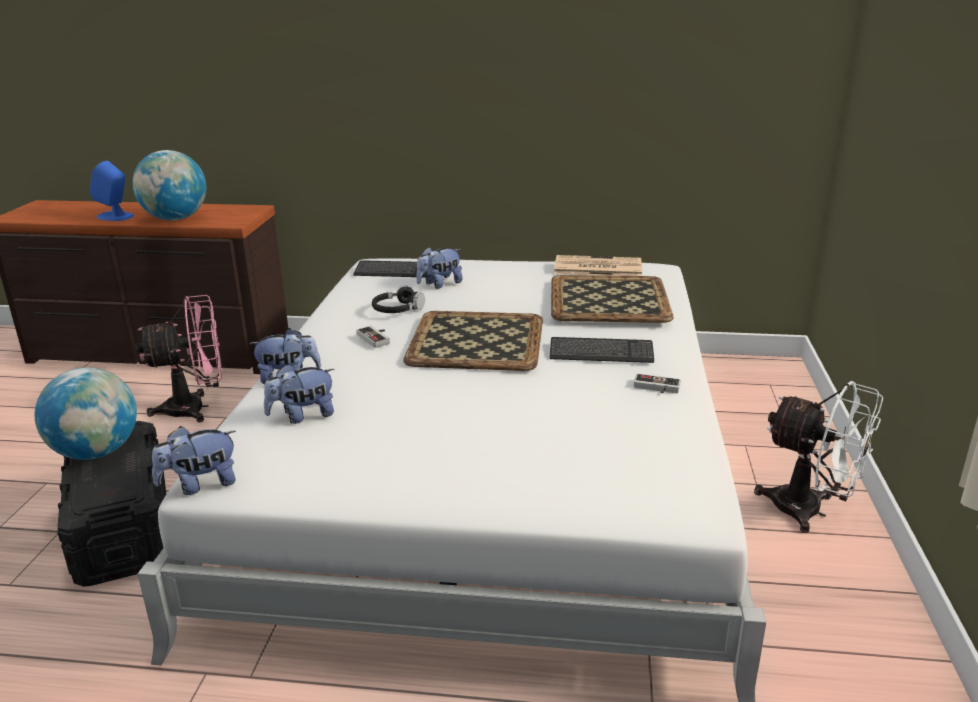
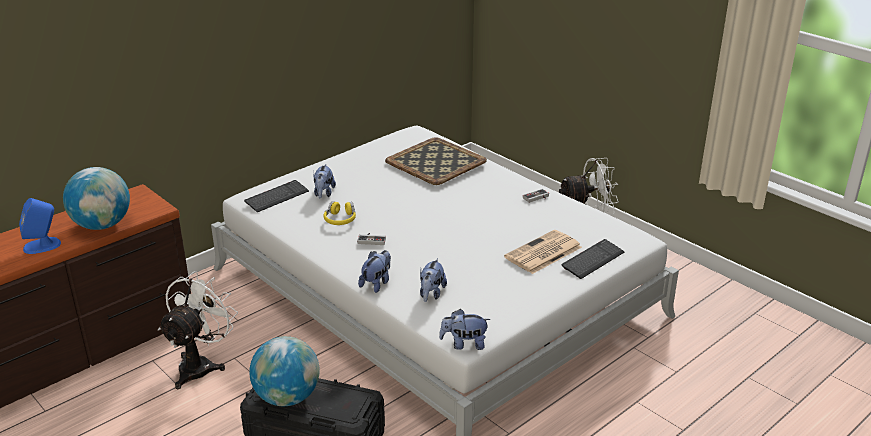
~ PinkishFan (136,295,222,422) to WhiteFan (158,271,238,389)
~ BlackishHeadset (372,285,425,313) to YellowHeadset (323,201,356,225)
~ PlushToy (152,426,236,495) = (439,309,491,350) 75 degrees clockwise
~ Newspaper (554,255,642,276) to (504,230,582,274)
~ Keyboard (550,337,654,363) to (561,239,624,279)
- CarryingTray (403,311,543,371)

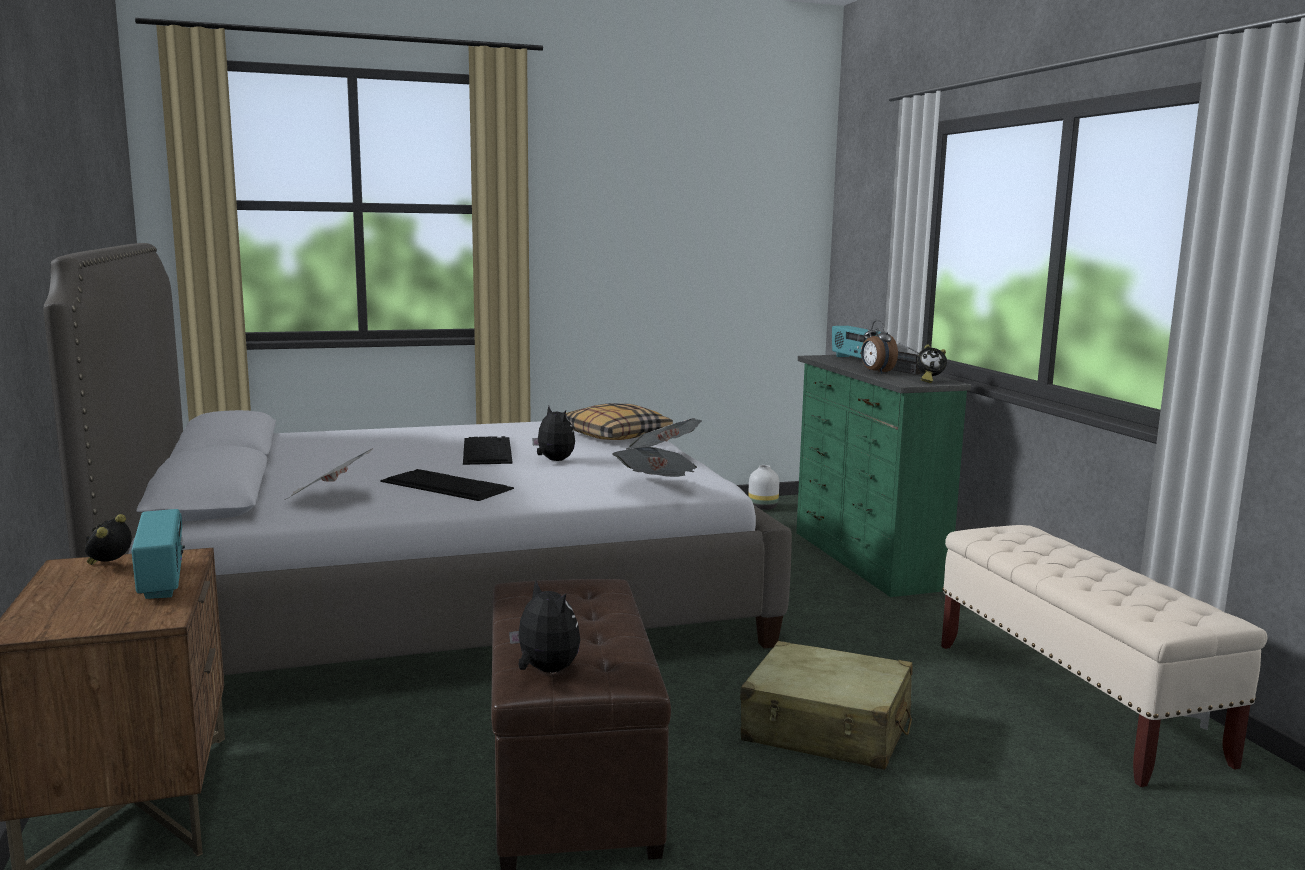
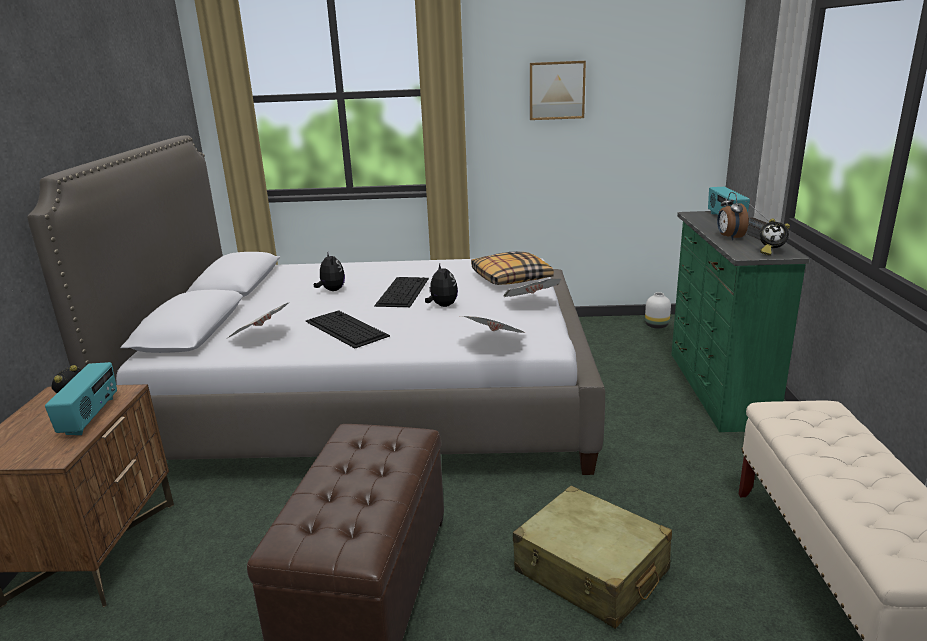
~ PlushToy (509,580,580,673) to (314,253,345,291)
+ Picture (530,61,586,120)

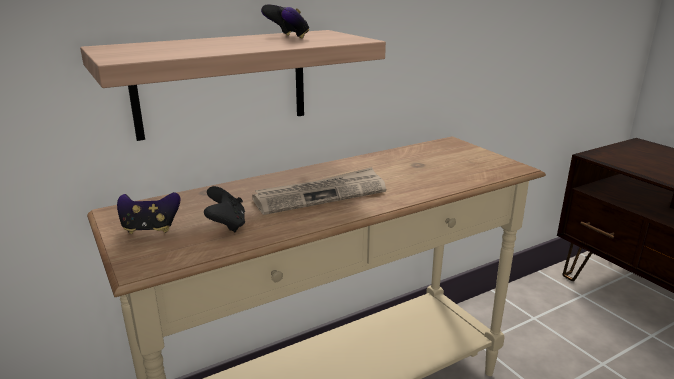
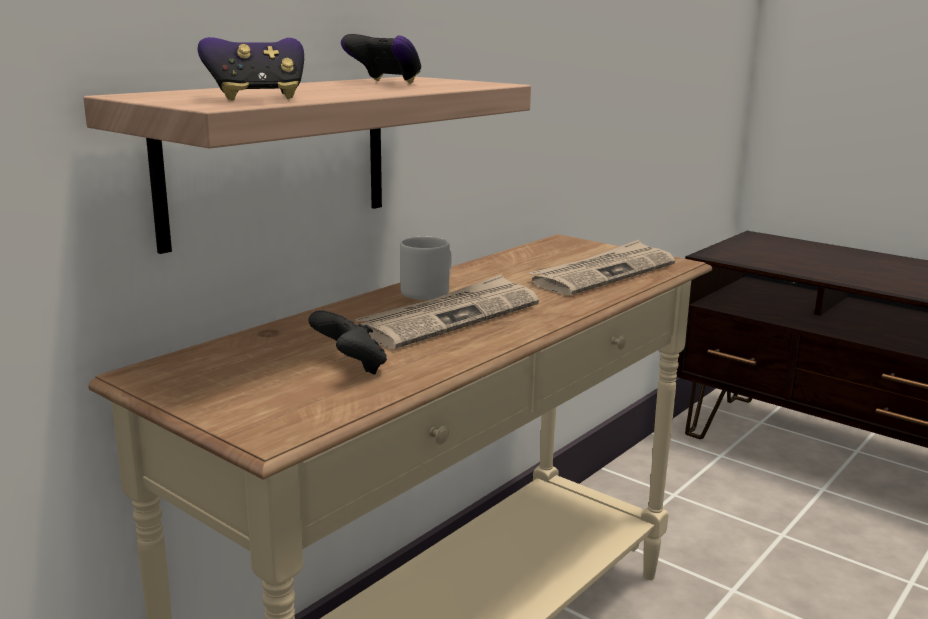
~ Gamepad (117,192,180,234) to (198,37,304,101)
+ GrayCoffeeMug (400,237,452,300)
+ Newspaper (529,240,675,296)

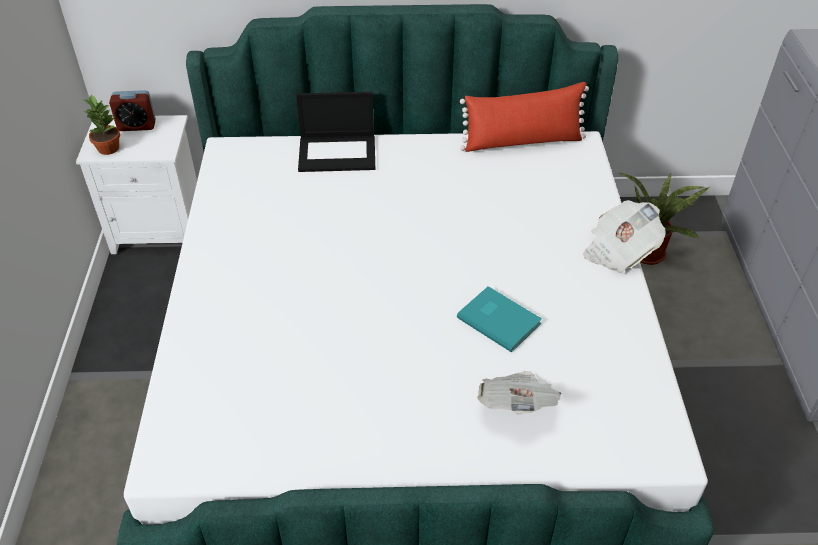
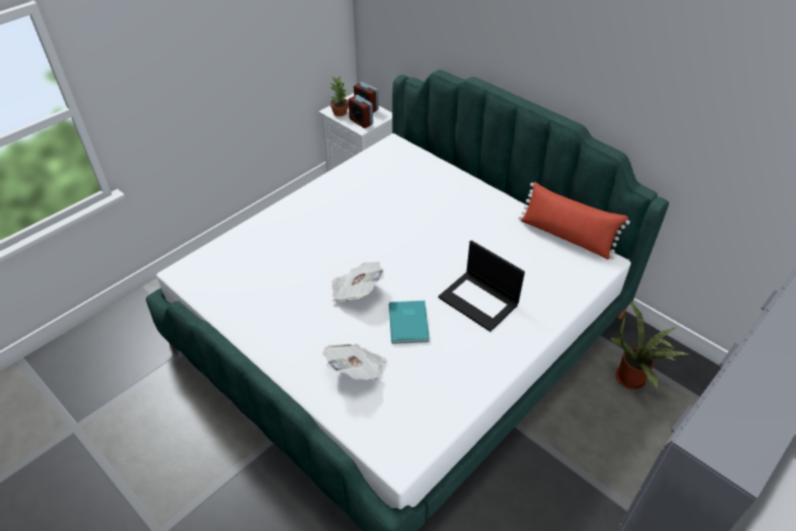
~ Newspaper (583,200,666,273) to (332,262,384,302)
+ AlarmClock (348,95,373,128)
~ Laptop (296,92,375,172) to (438,240,525,332)

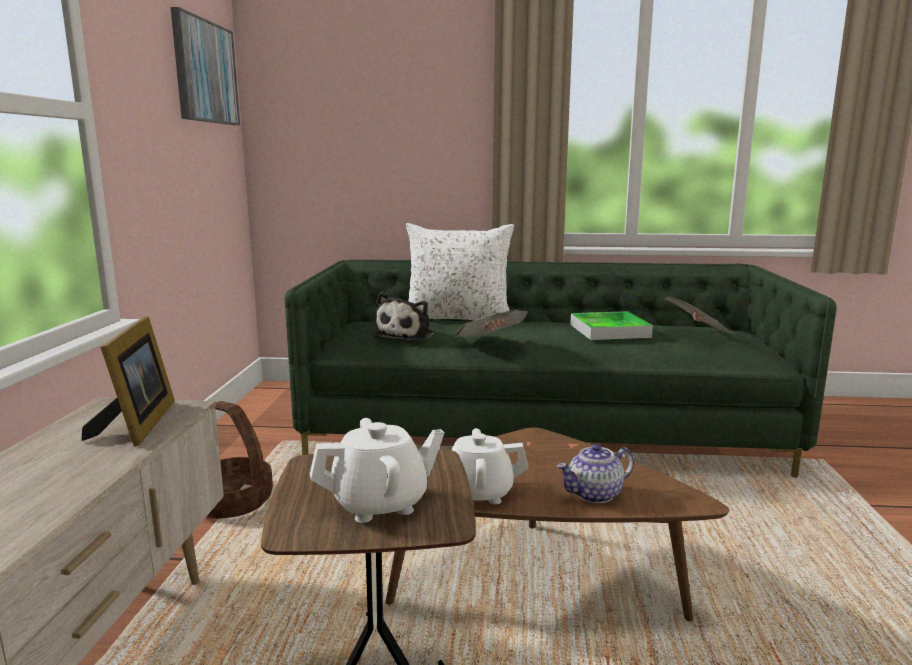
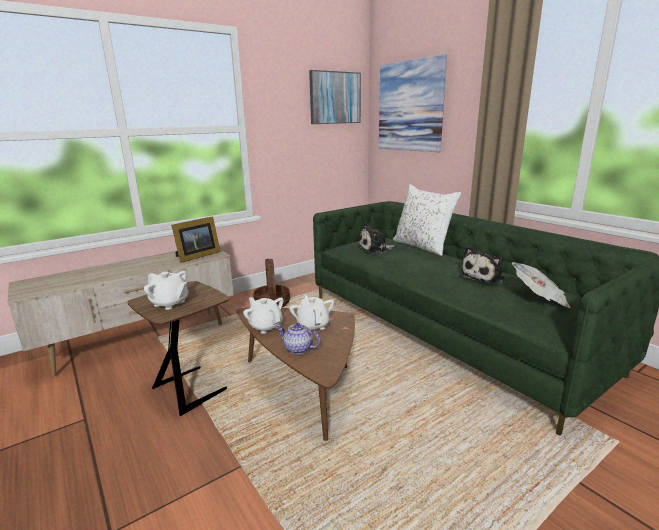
+ WhiteTeapot (289,294,334,330)
+ Picture (379,54,447,152)
~ CarryingTray (570,311,653,340) to PlushToy (459,246,505,284)
- Newspaper (454,309,528,337)

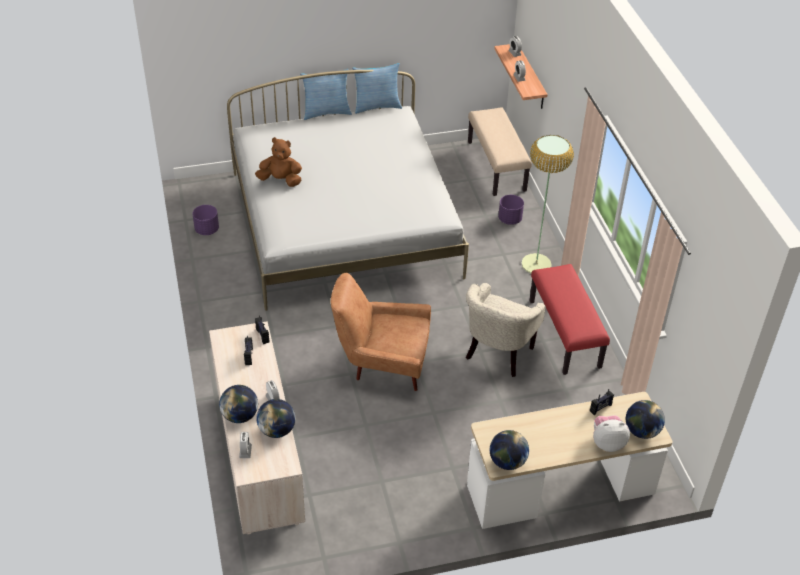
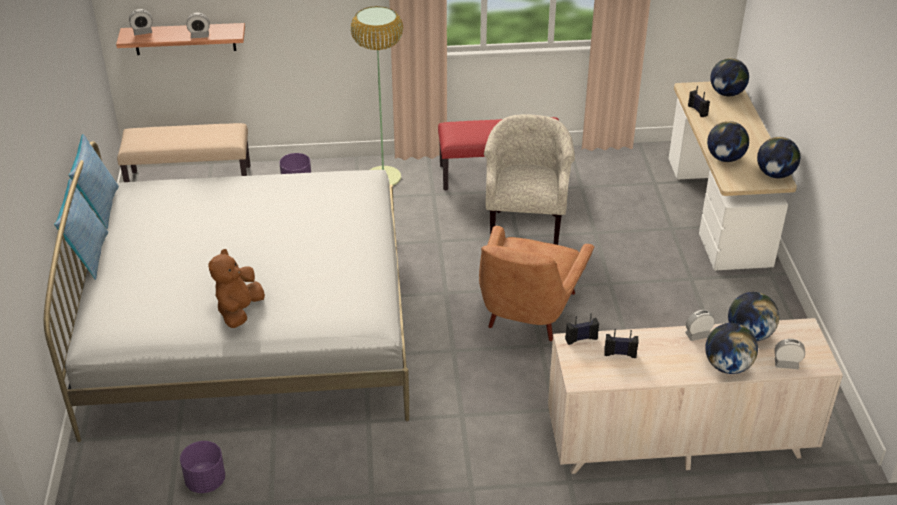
~ SandColouredEasyChair (466,283,546,377) = (484,114,575,245) 120 degrees counterclockwise
+ DeskGlobe (707,121,749,162)
- PlushToy (593,415,630,452)

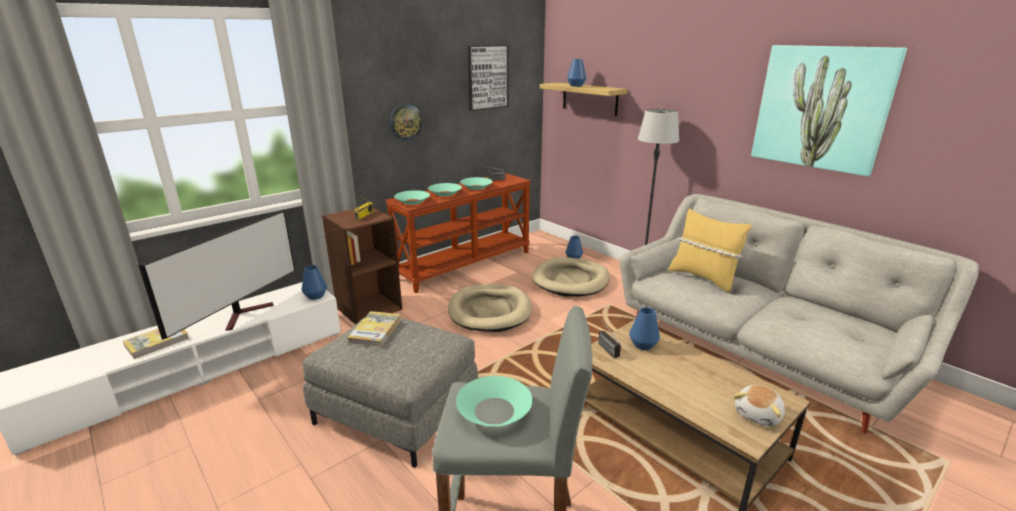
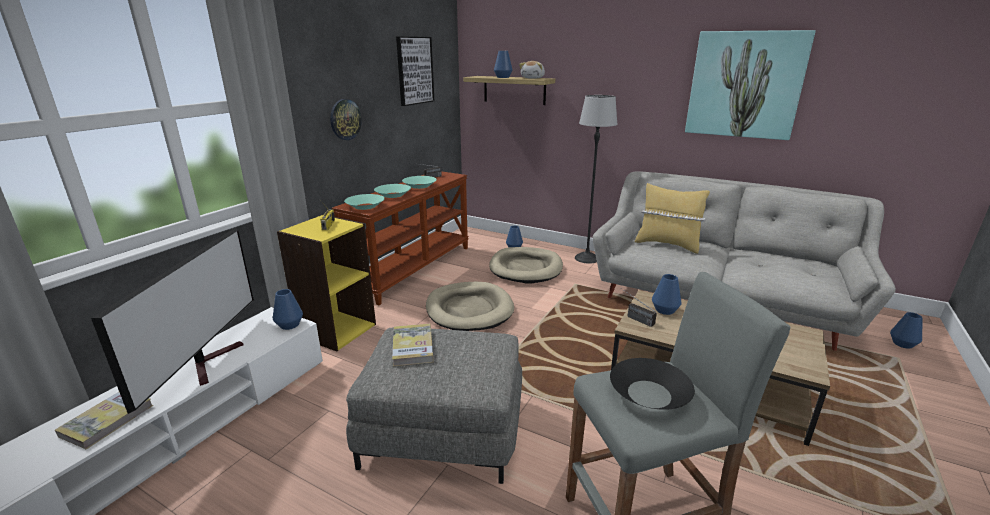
~ BrownBookshelf (322,207,402,325) to YellowBookshelf (277,214,376,352)
~ PlushToy (733,385,785,427) to (519,61,545,79)
~ BlueGreenServingBowl (456,376,532,426) to BlackishServingBowl (610,358,695,410)
+ BlueColouredVase (890,312,922,349)

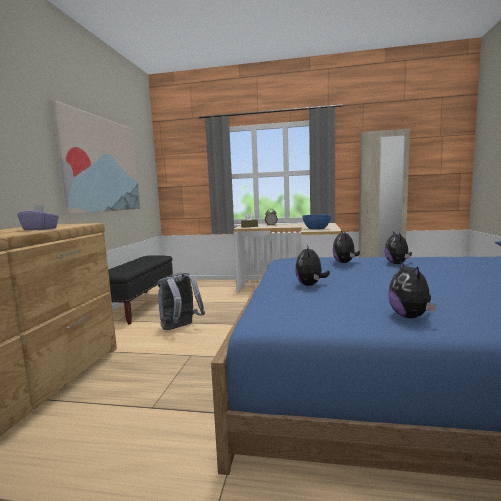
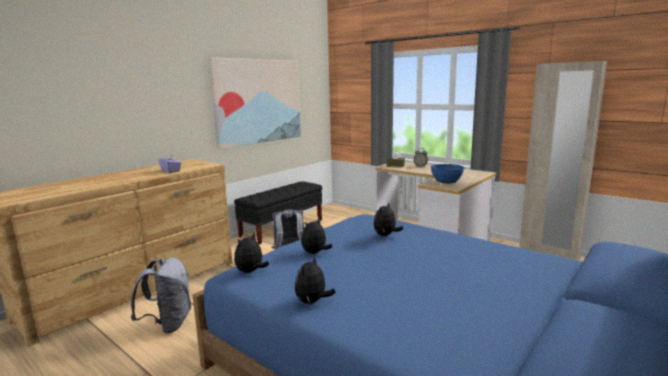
+ GrayKnapsack (131,257,191,334)
~ PlushToy (385,231,412,264) to (234,233,269,273)

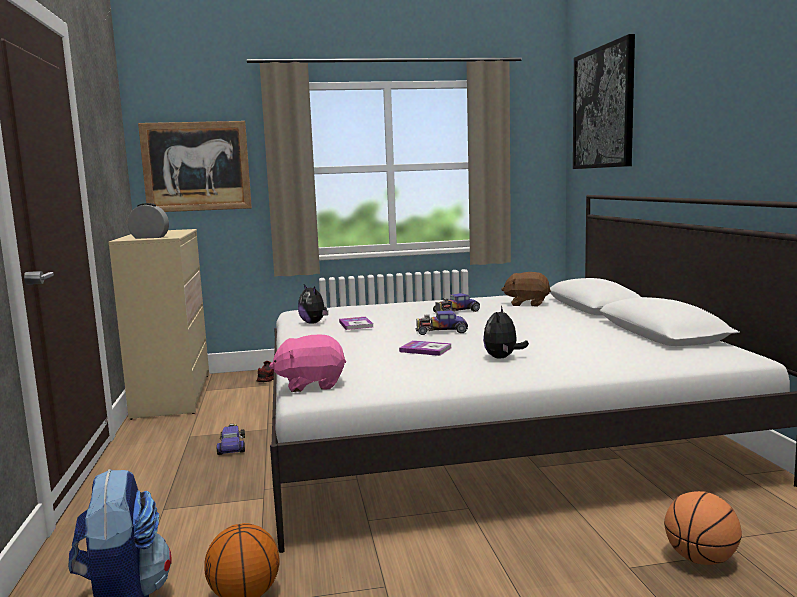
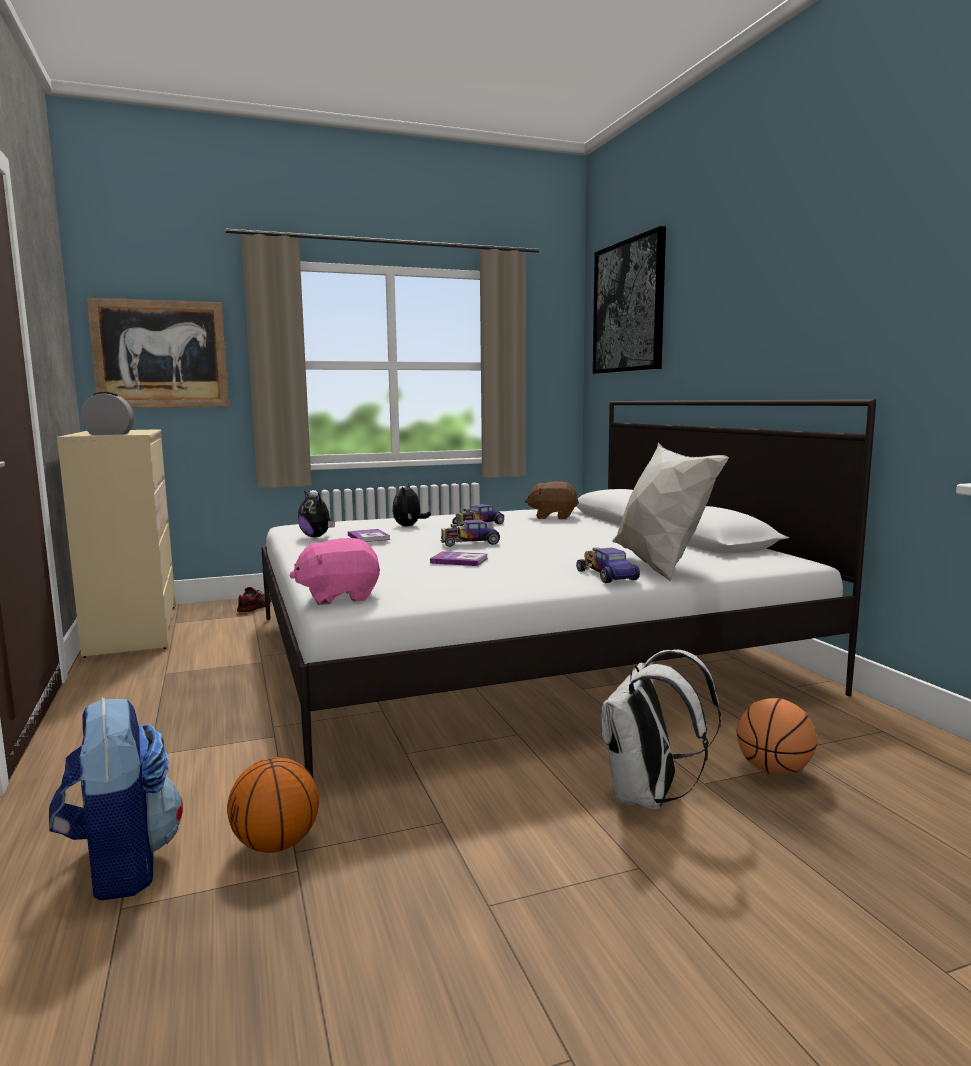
~ PlushToy (483,306,529,358) to (392,483,431,526)
~ ToyCar (217,424,245,455) to (576,547,640,583)
+ WhiteKnapsack (602,649,721,810)
+ WhiteThrowPillow (612,442,729,581)

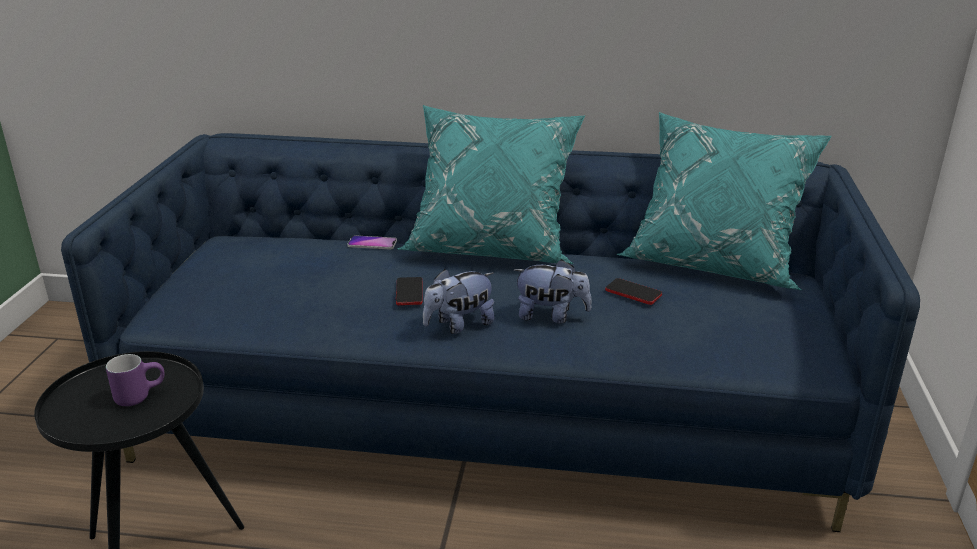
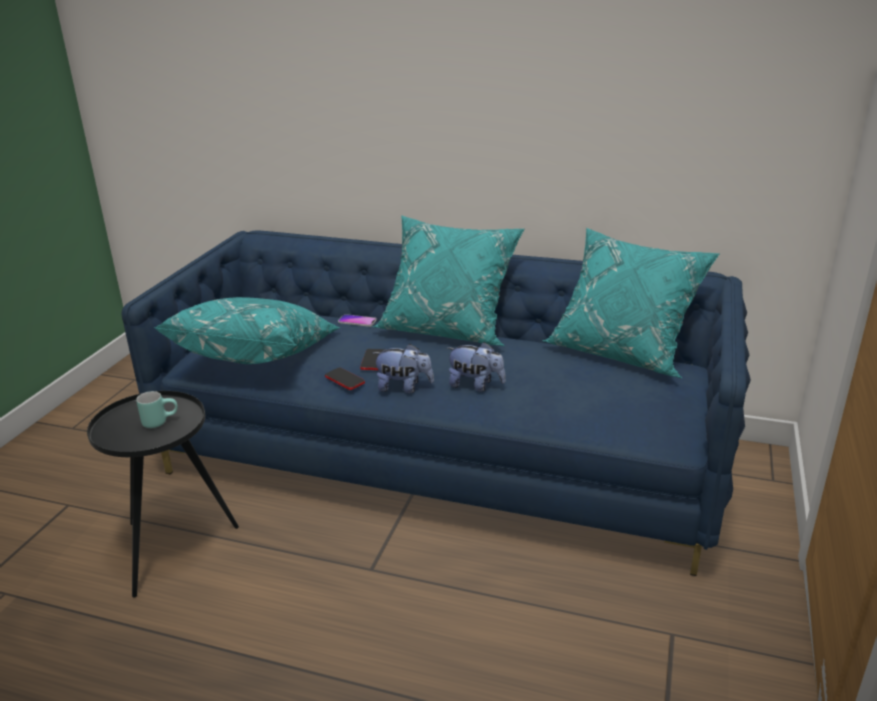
~ PurplishCoffeeMug (106,354,165,406) to BlueGreenCoffeeMug (136,391,178,428)
+ BlueGreenThrowPillow (154,297,340,364)
~ Handset (605,278,662,305) to (325,367,365,390)
~ PlushToy (423,269,494,334) = (373,344,434,393) 150 degrees counterclockwise

